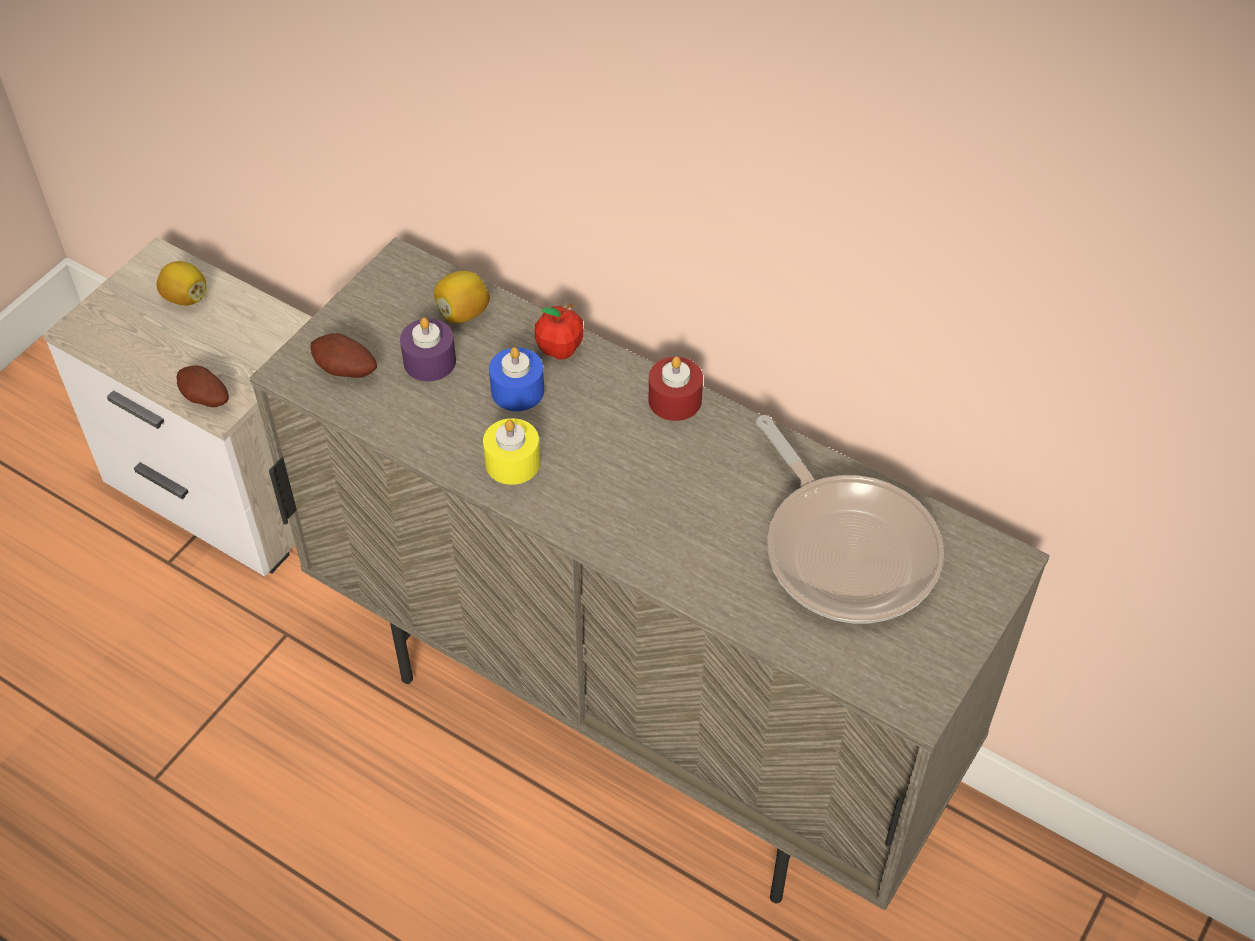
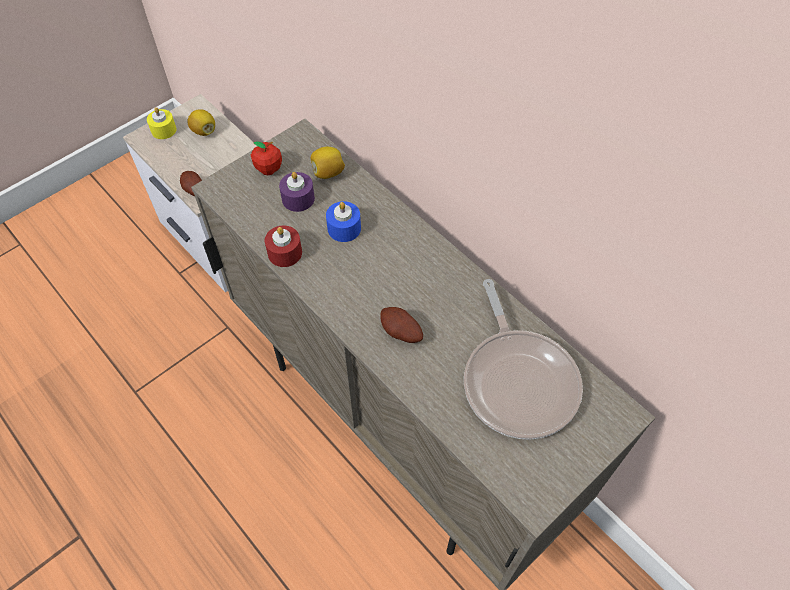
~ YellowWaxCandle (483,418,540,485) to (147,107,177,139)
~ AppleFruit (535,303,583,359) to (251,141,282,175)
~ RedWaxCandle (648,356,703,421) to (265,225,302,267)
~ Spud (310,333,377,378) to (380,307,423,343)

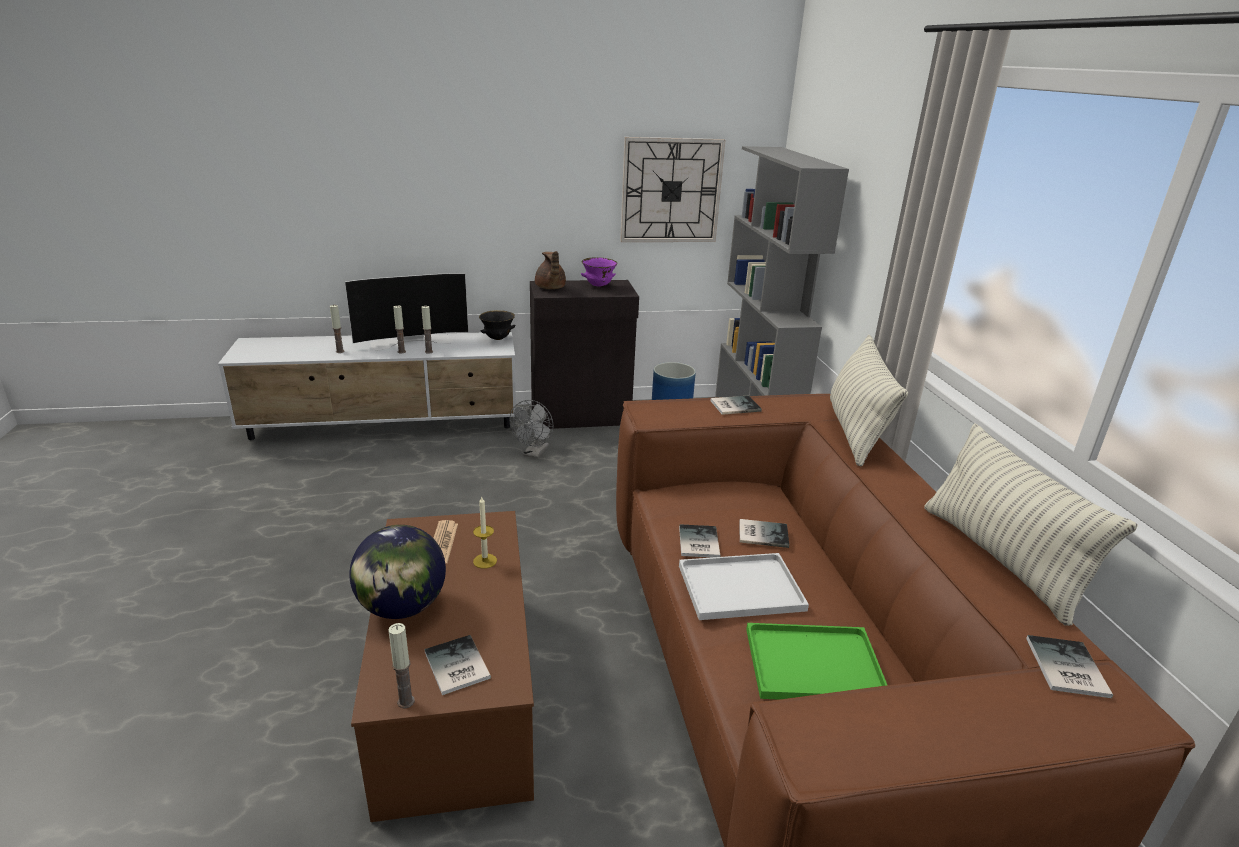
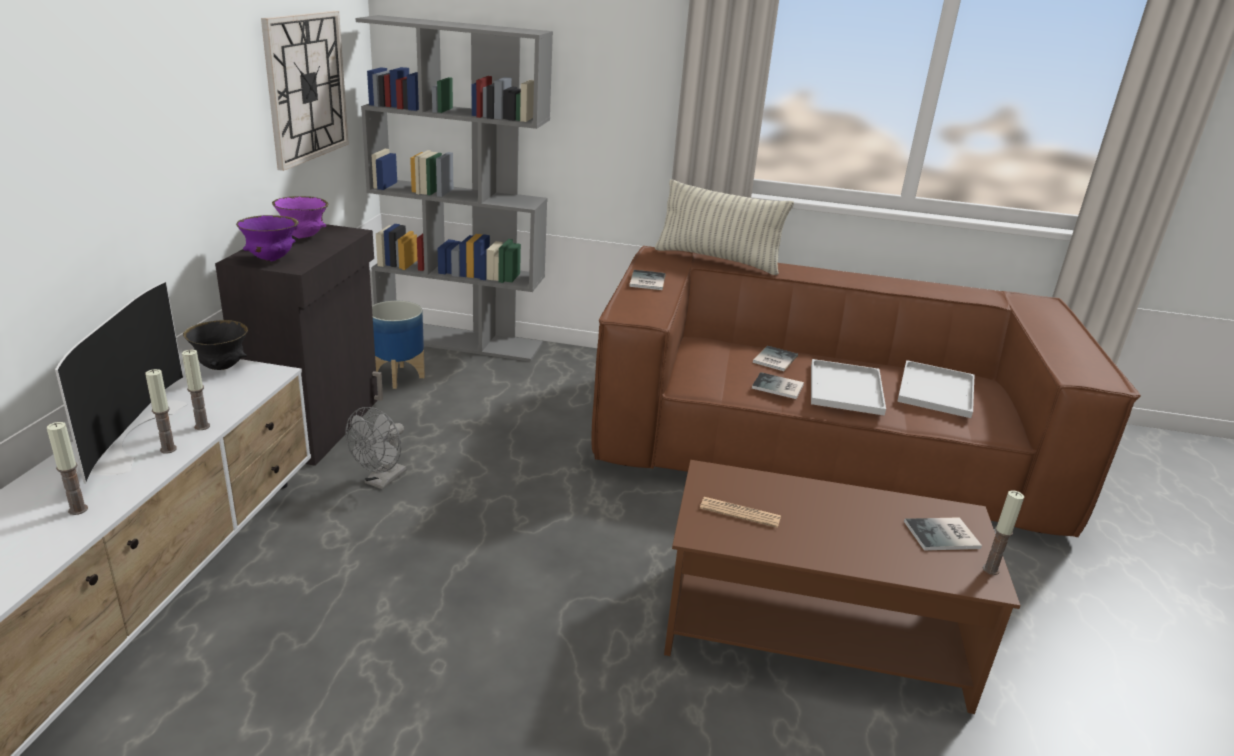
~ BrownTeapot (535,251,566,289) to PurplishServingBowl (236,215,299,261)
~ GrayFan (509,400,553,458) = (345,407,406,489) 75 degrees clockwise
~ GreenCarryingTray (746,623,887,700) to WhiteCarryingTray (897,360,974,418)
- DeskGlobe (349,525,446,619)
- WaxCandle (473,497,497,569)
- ThrowPillow (924,423,1138,626)
- BoundBook (1026,635,1113,698)

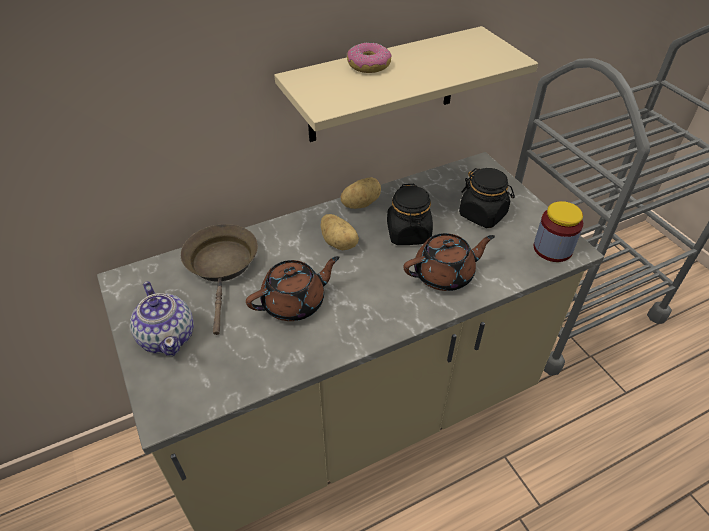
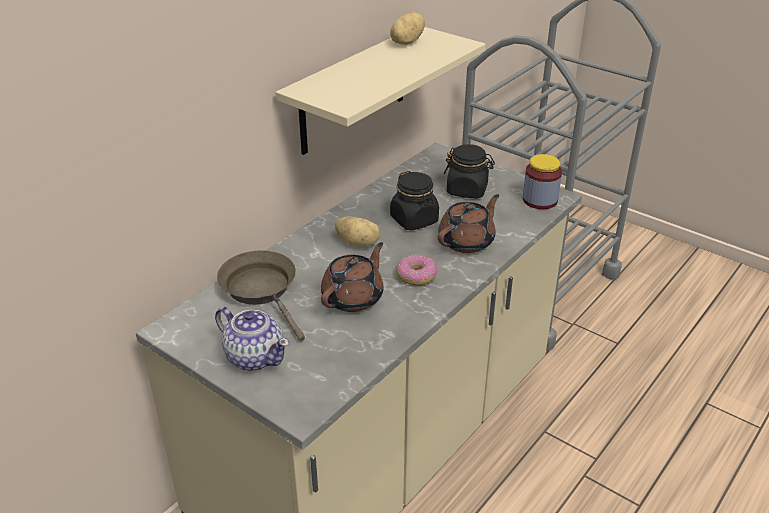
~ Spud (341,177,381,209) to (390,12,425,45)
~ Donut (347,43,391,73) to (396,254,437,285)

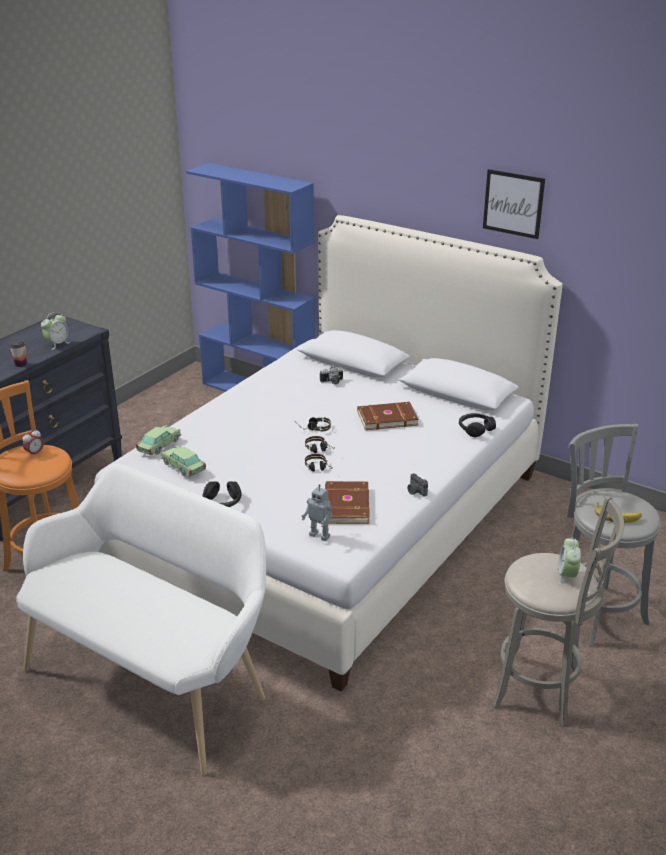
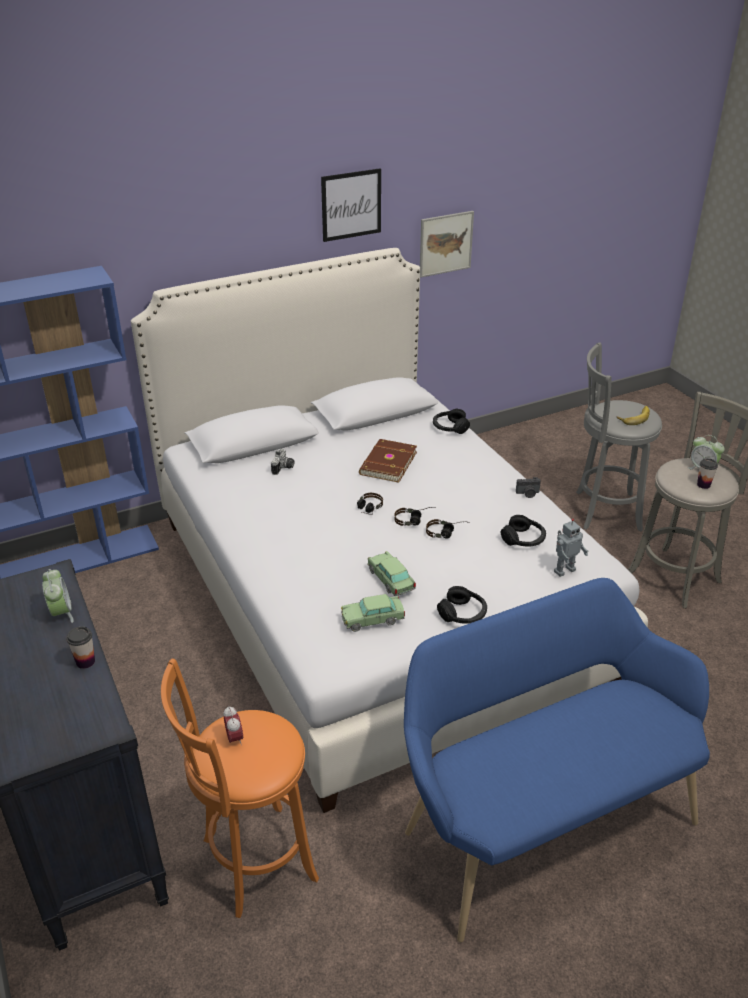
~ ToyCar (136,425,181,455) to (367,551,416,596)
~ WhiteBench (16,464,266,775) to BlueColouredBench (404,578,710,942)
+ Picture (420,211,474,277)
~ BrownBoundBook (325,481,370,524) to BlackishHeadset (501,515,546,546)
+ DrinkingCup (697,458,718,489)

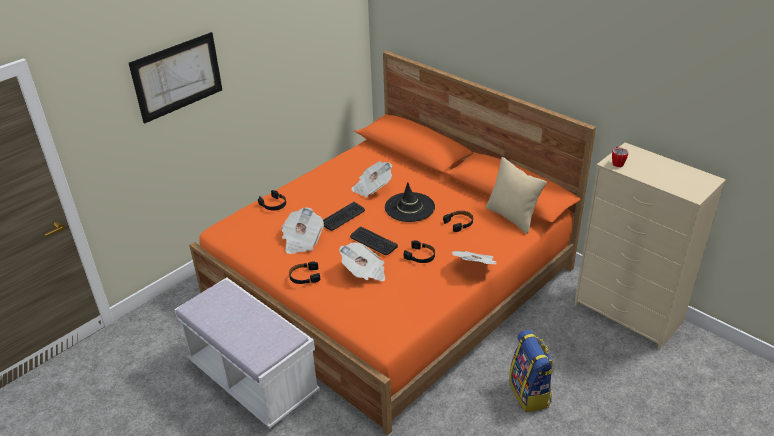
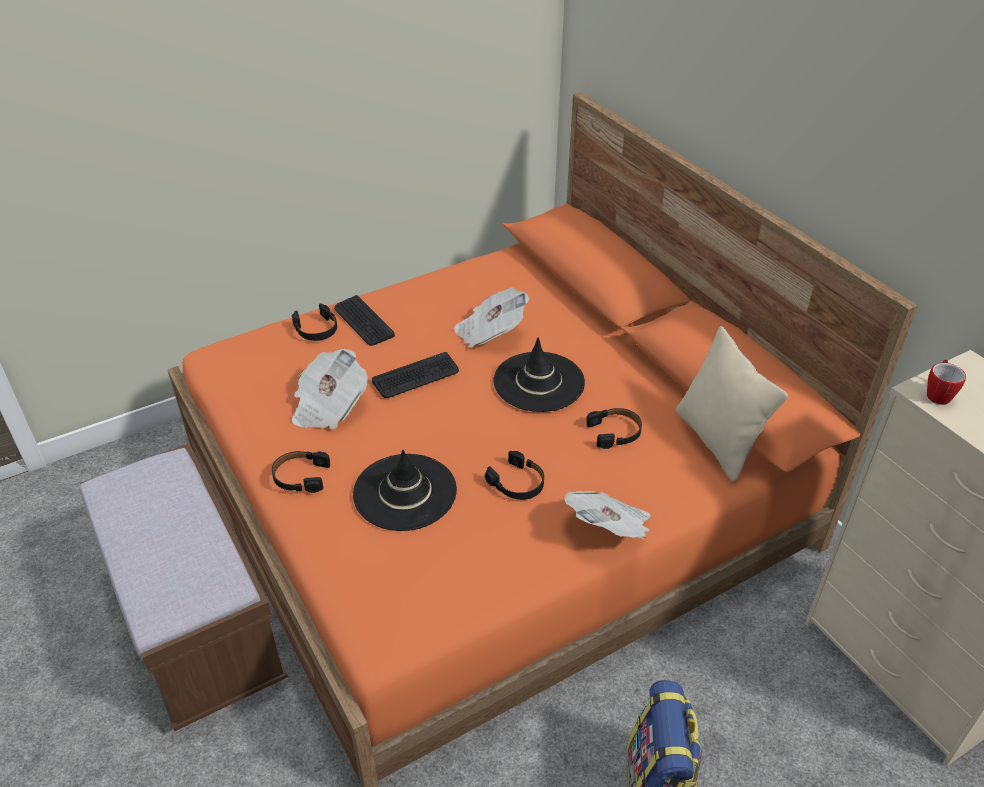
~ WhiteBench (175,278,320,428) to BrownBench (80,443,288,731)
~ Keyboard (350,227,398,255) to (334,295,395,346)
~ Newspaper (339,243,385,281) to BlackishClothingHat (353,450,457,531)
- Picture (129,32,222,124)

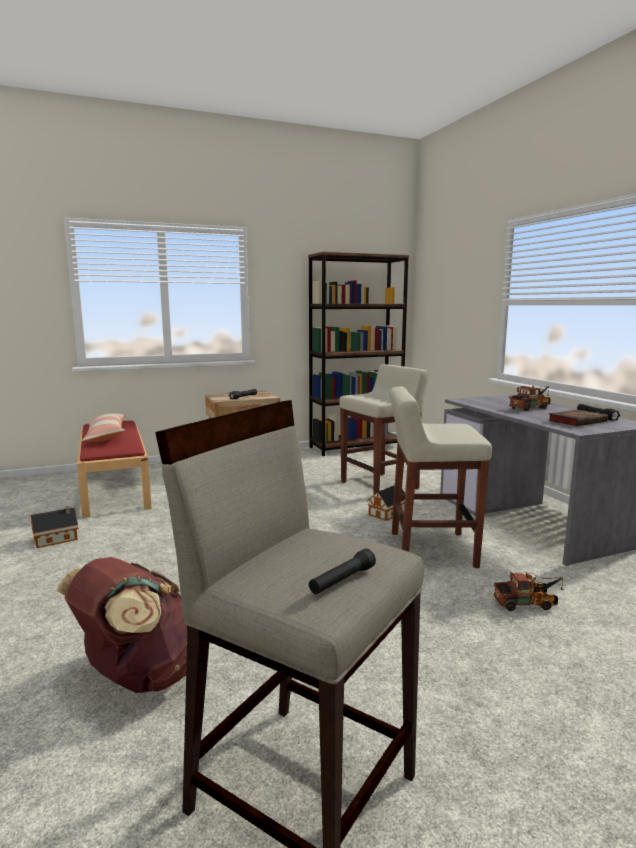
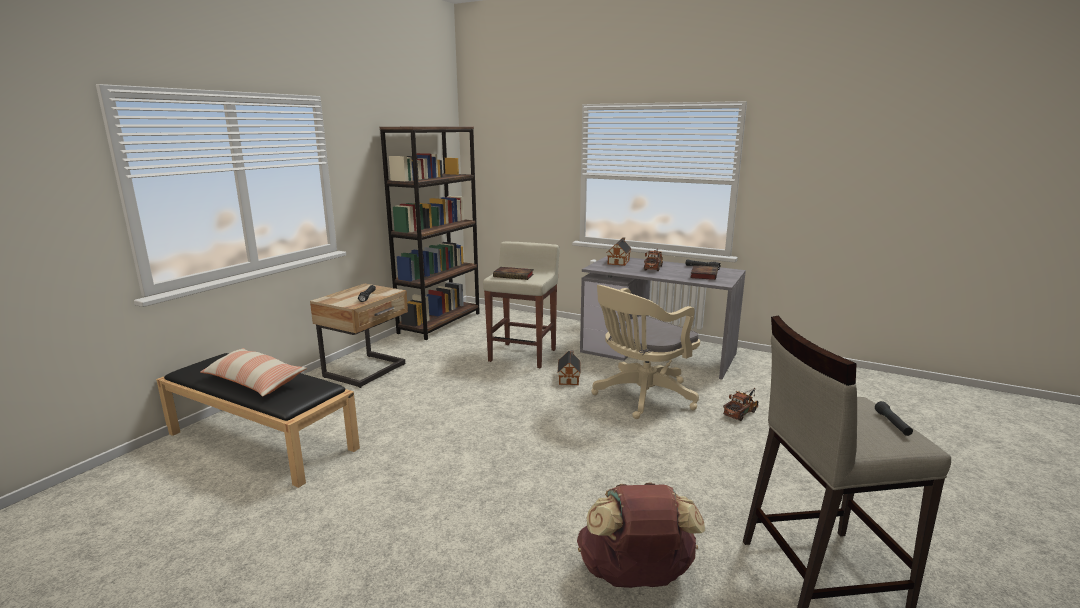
~ RedBench (77,420,152,518) to BlackishBench (156,353,360,488)
+ BoundBook (493,267,534,280)
~ SandColouredSittingStool (389,386,492,568) to SandColouredComputerChair (591,285,700,419)
~ ModelHouse (31,506,78,548) to (607,237,632,266)

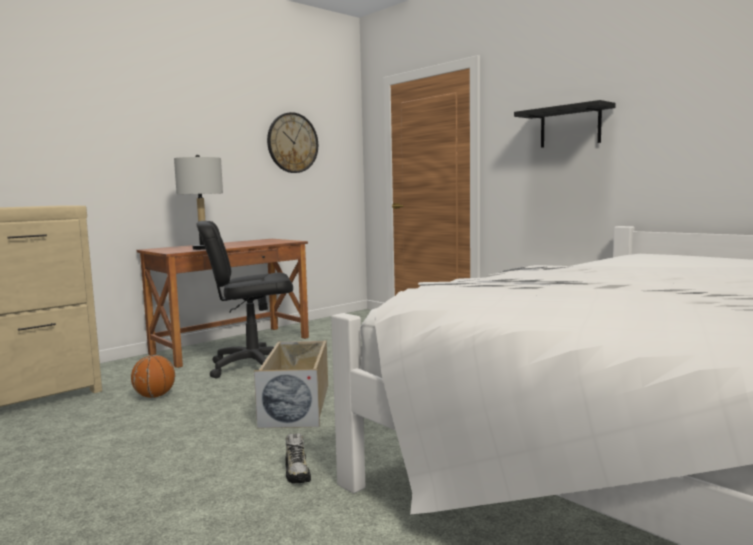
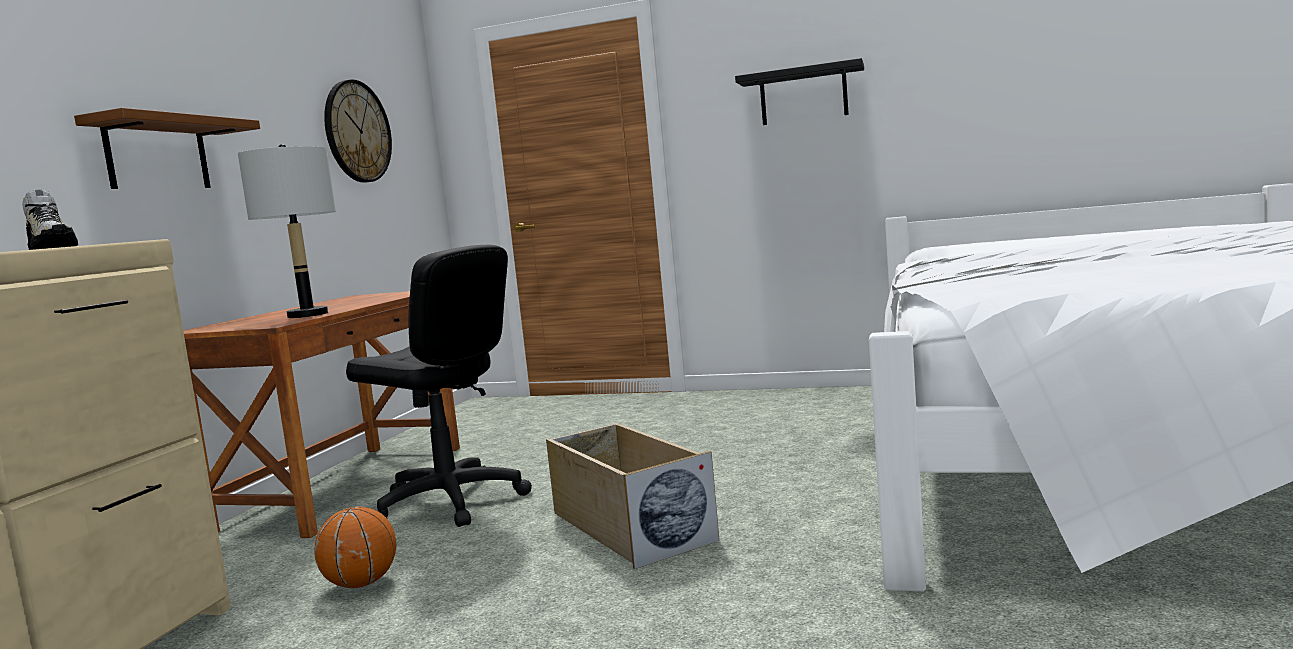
~ ItemOfFootwear (285,433,311,483) to (22,189,78,250)
+ BrownShelf (74,108,260,189)
~ BlackishComputerChair (197,221,293,378) = (346,245,532,527) 105 degrees counterclockwise

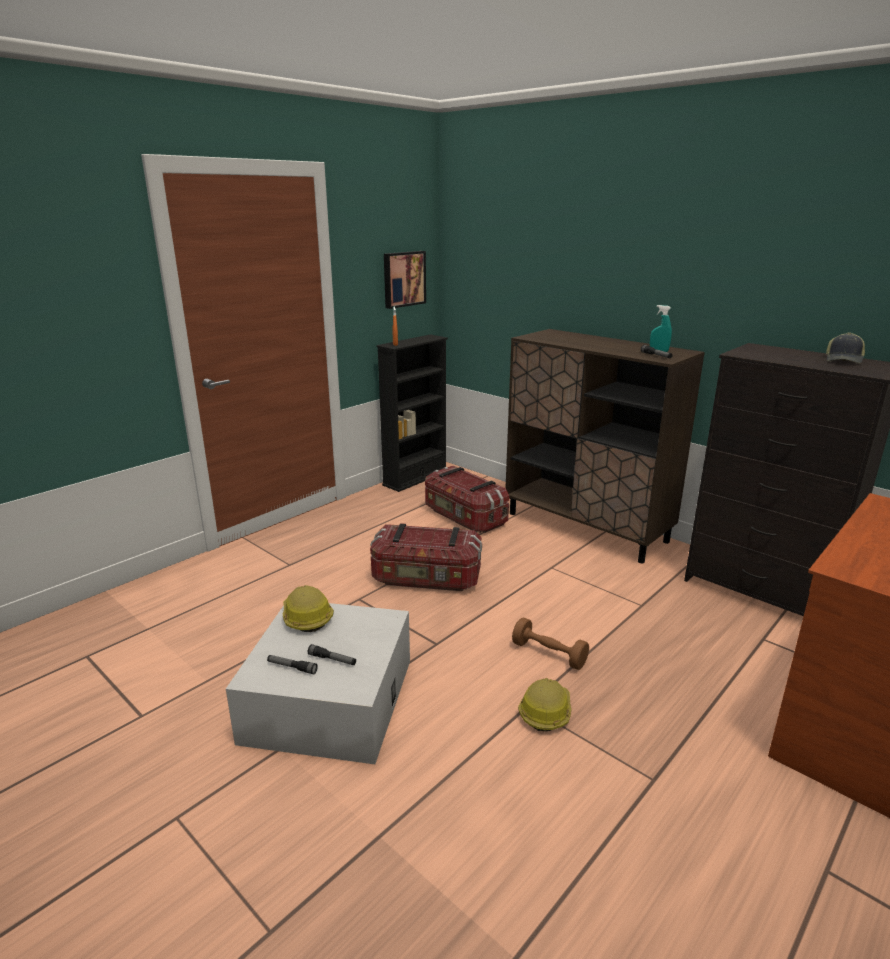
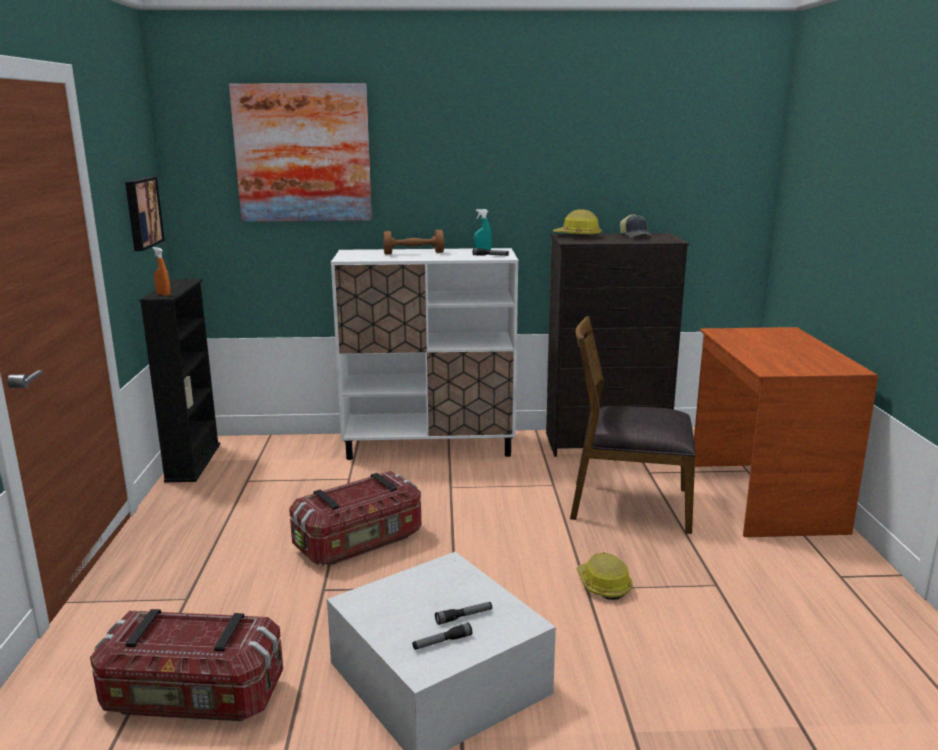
~ StorageContainer (425,466,509,533) to (90,609,283,721)
+ Picture (229,83,372,222)
~ BrownCupboard (506,329,705,563) to WhiteCupboard (331,248,518,460)
~ BrownFreeWeight (512,617,589,670) to (383,230,444,254)
~ SafetyHelmet (283,585,334,632) to (553,209,602,237)
+ BrownUprightChair (570,316,696,534)

